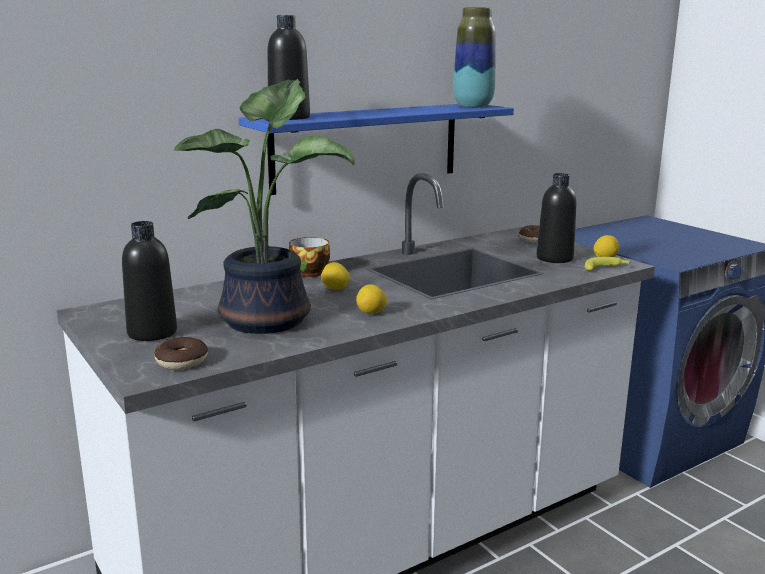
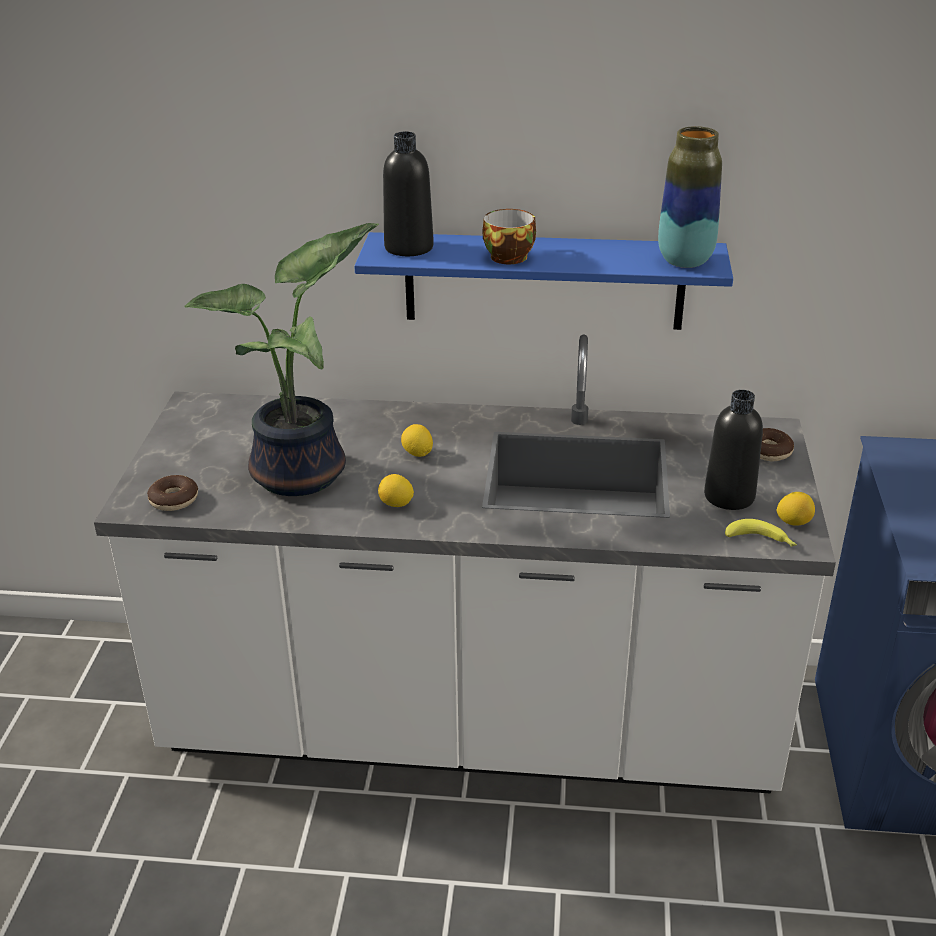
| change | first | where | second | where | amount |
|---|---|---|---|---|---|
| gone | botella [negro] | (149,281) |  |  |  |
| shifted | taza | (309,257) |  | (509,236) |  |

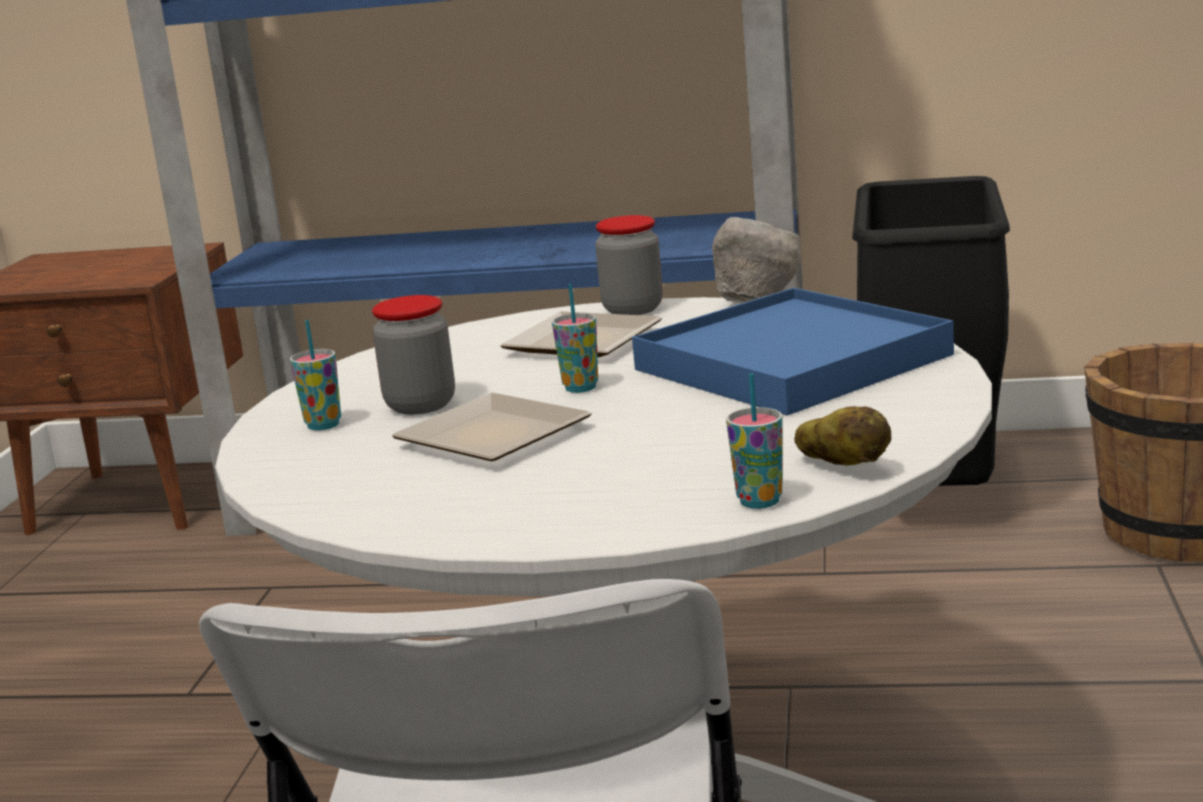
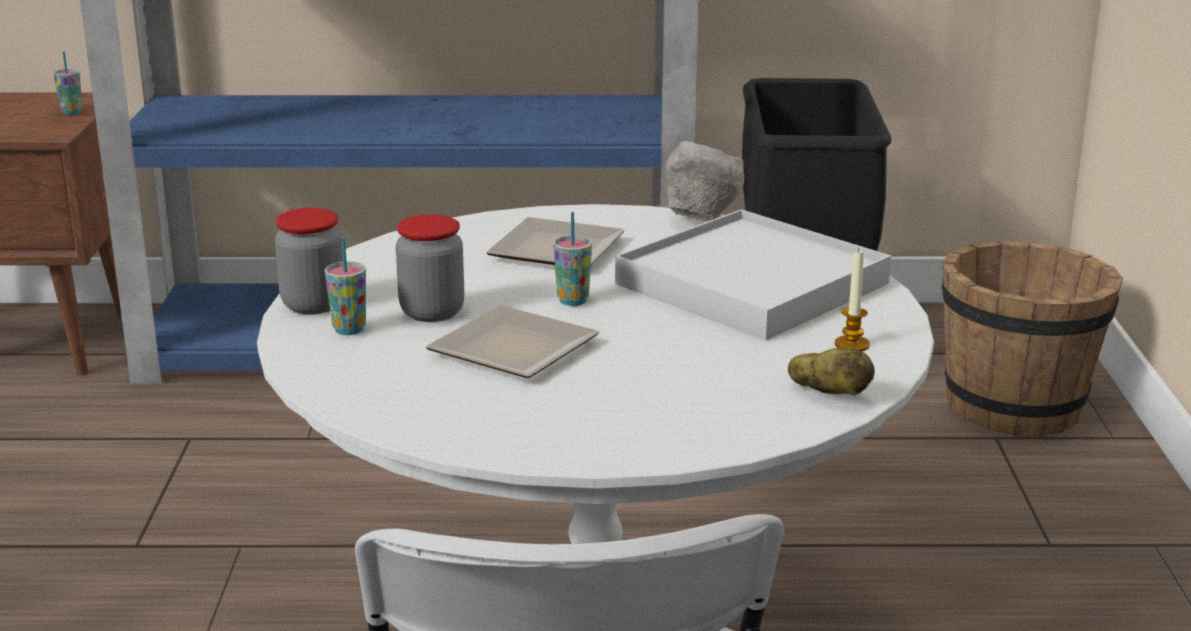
| change | first | where | second | where | amount |
|---|---|---|---|---|---|
| shifted | tarro | (629,265) |  | (309,261) |  |
| repainted | bandeja [azul] | (793,351) | bandeja [blanco] | (753,274) |  |
| shifted | taza | (754,441) |  | (67,83) |  |
| new |  |  | vela | (852,300) |  |

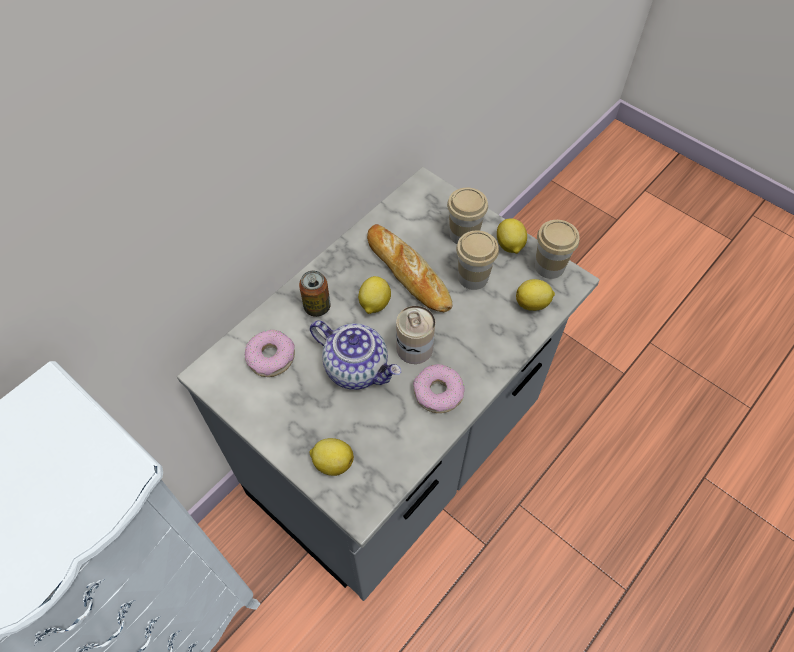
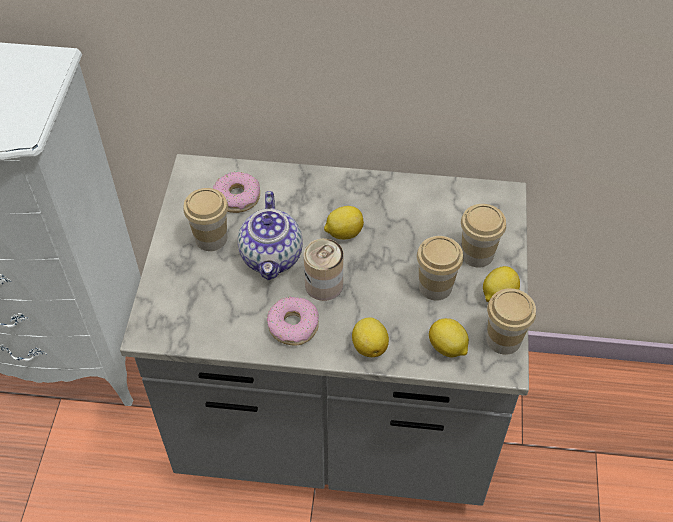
| change | first | where | second | where | amount |
|---|---|---|---|---|---|
| gone | pan | (410,268) |  |  |  |
| gone | lata | (314,293) |  |  |  |
| shifted | limón | (331,457) |  | (370,337) |  |
| new |  |  | taza | (205,219) |  |

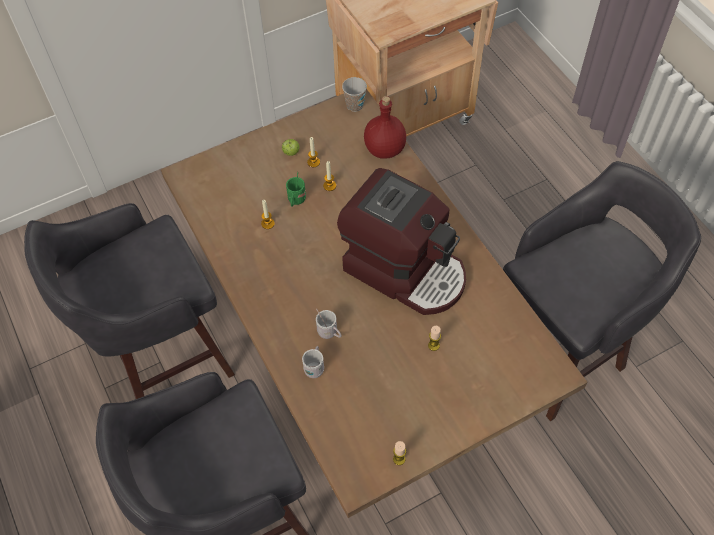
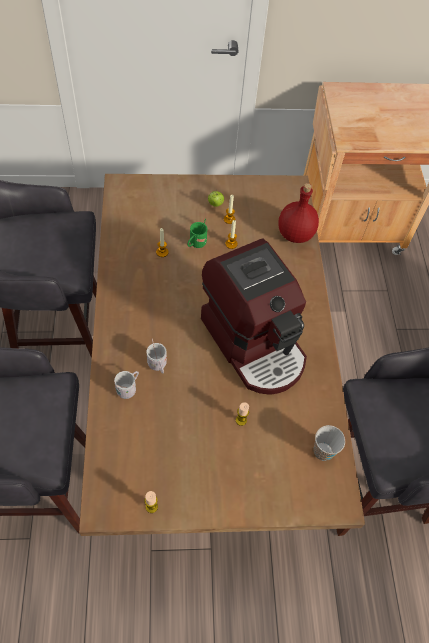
| change | first | where | second | where | amount |
|---|---|---|---|---|---|
| shifted | taza | (354,94) |  | (329,443) |  |

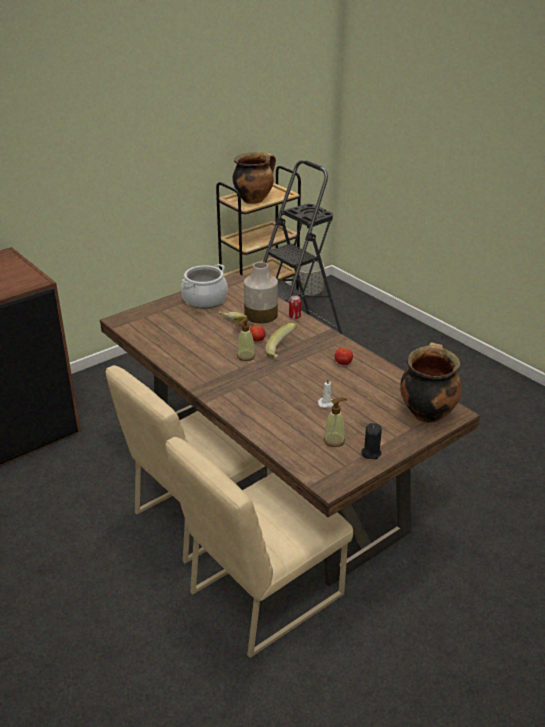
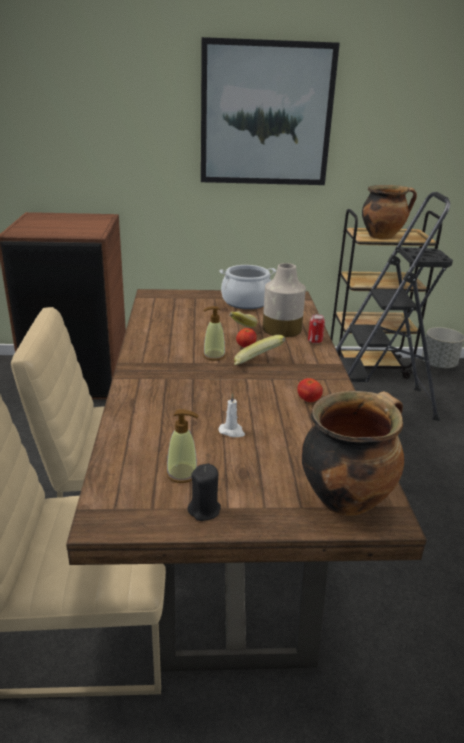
| change | first | where | second | where | amount |
|---|---|---|---|---|---|
| new |  |  | cuadro | (270,111) |  |

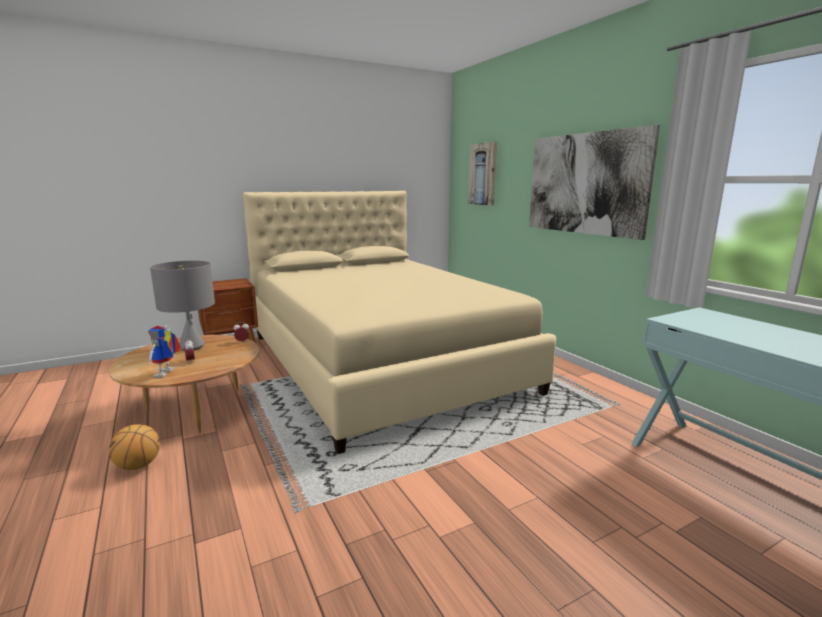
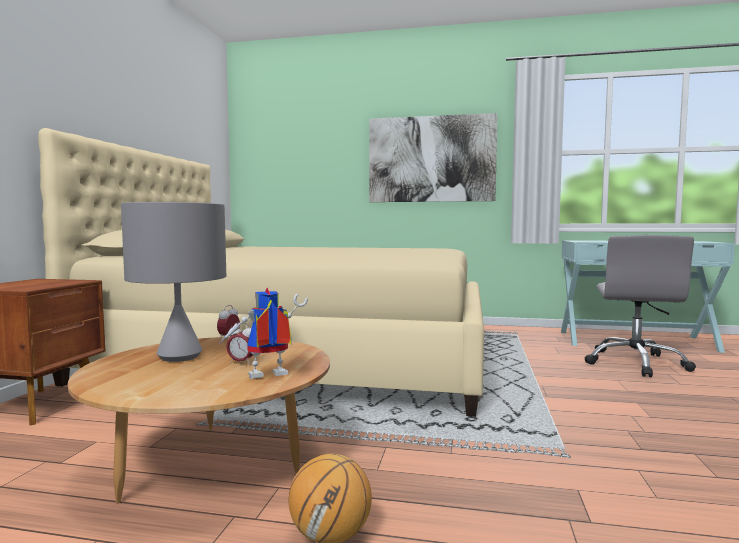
| change | first | where | second | where | amount |
|---|---|---|---|---|---|
| gone | cuadro | (482,174) |  |  |  |
| rotated | robot de juguete | (164,351) |  | (263,333) | 120 degrees clockwise |
| new |  |  | silla de oficina [gris] | (640,306) |  |

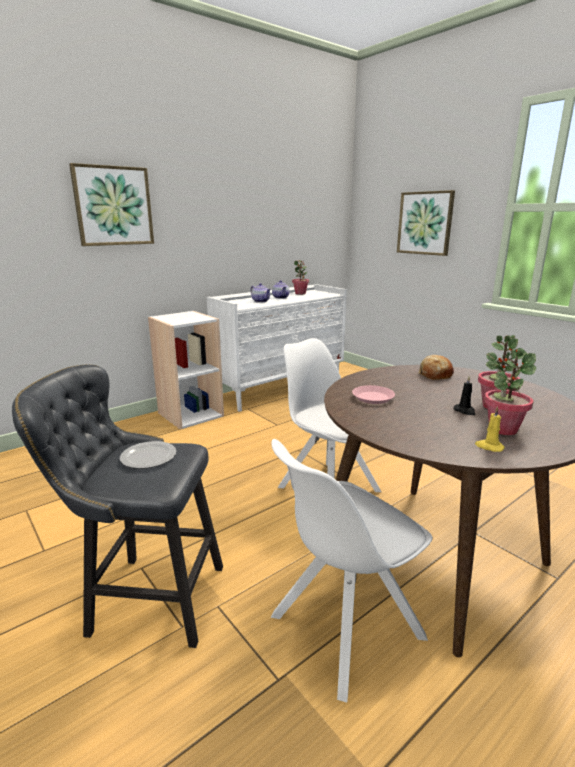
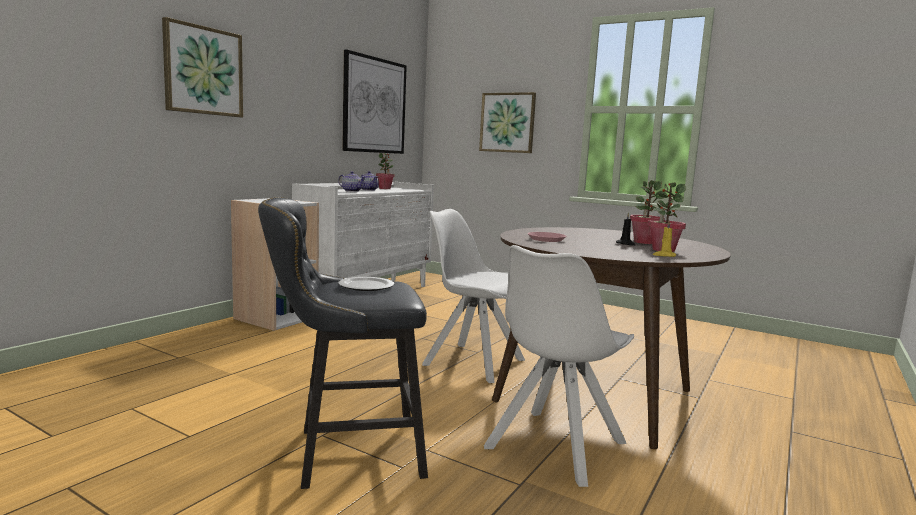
| change | first | where | second | where | amount |
|---|---|---|---|---|---|
| gone | pan | (436,367) |  |  |  |
| new |  |  | cuadro | (374,101) |  |

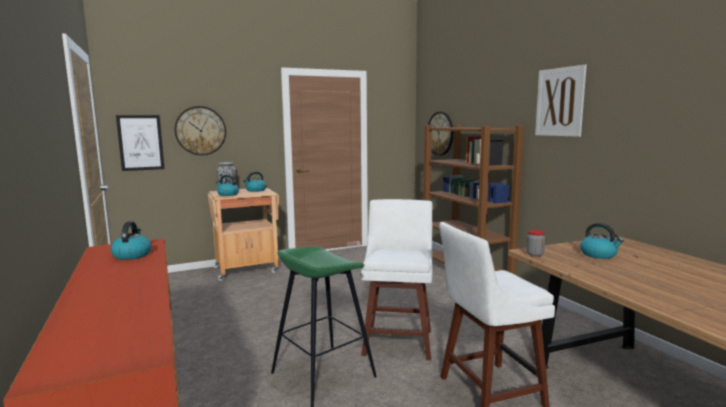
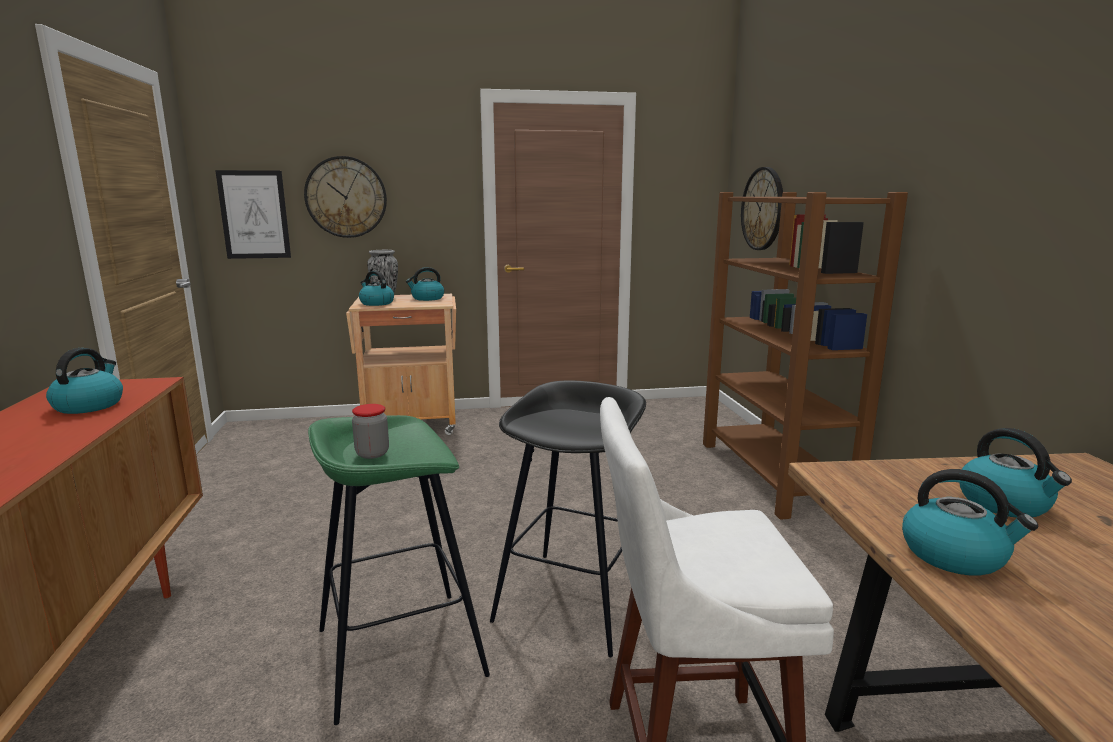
| change | first | where | second | where | amount |
|---|---|---|---|---|---|
| gone | cuadro | (561,101) |  |  |  |
| swapped | silla [blanco] | (397,279) | taburete [negro] | (568,518) |  |
| shifted | tarro | (536,243) |  | (370,431) |  |
| new |  |  | hervidor | (970,522) |  |

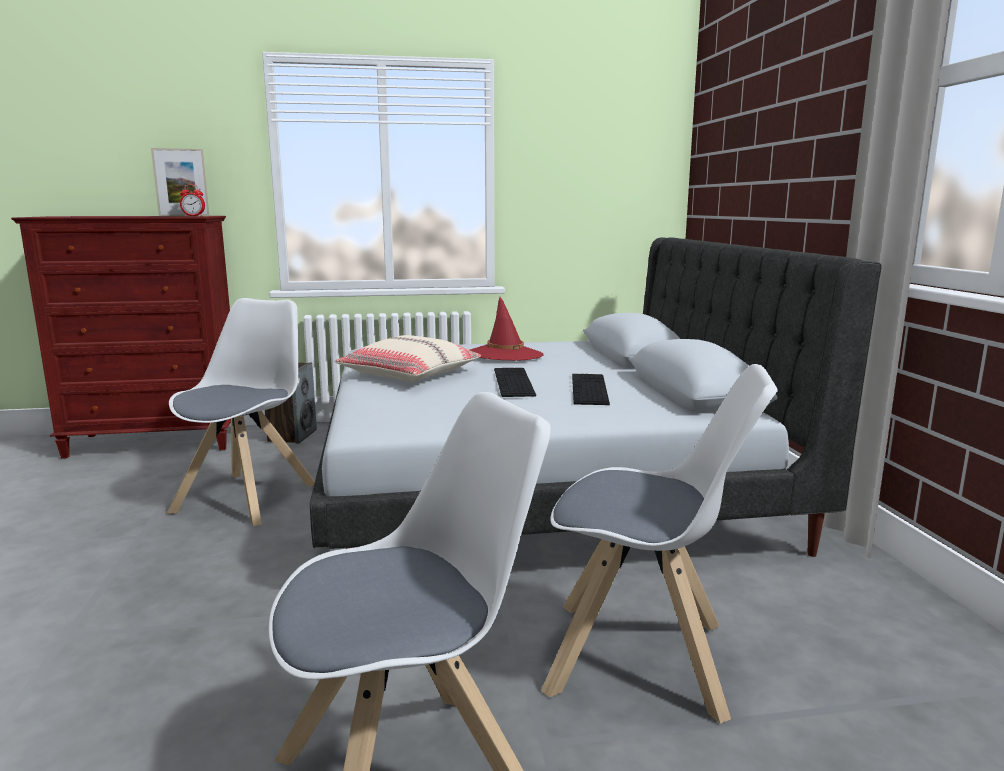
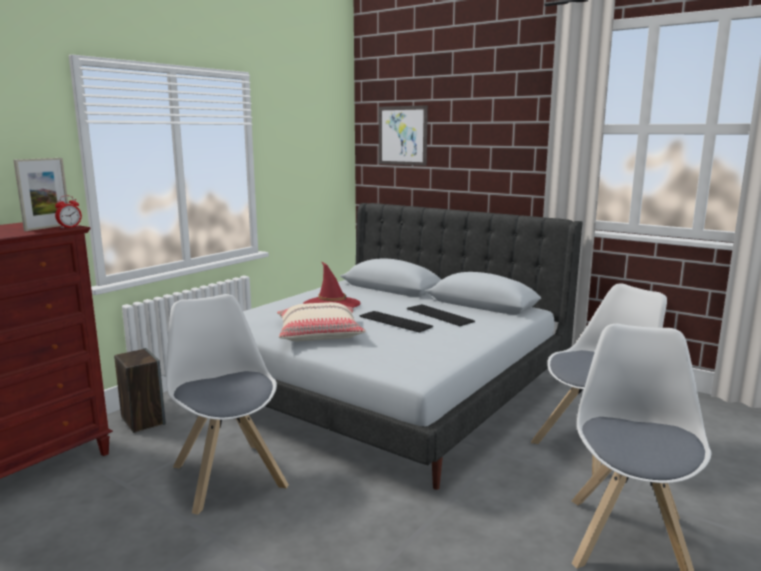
| change | first | where | second | where | amount |
|---|---|---|---|---|---|
| new |  |  | cuadro | (403,135) |  |

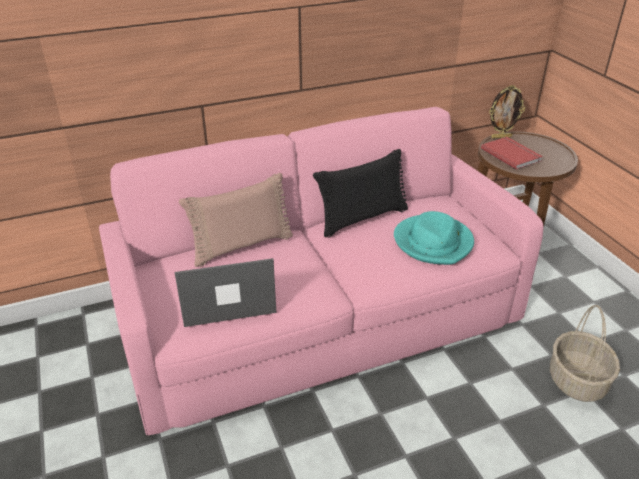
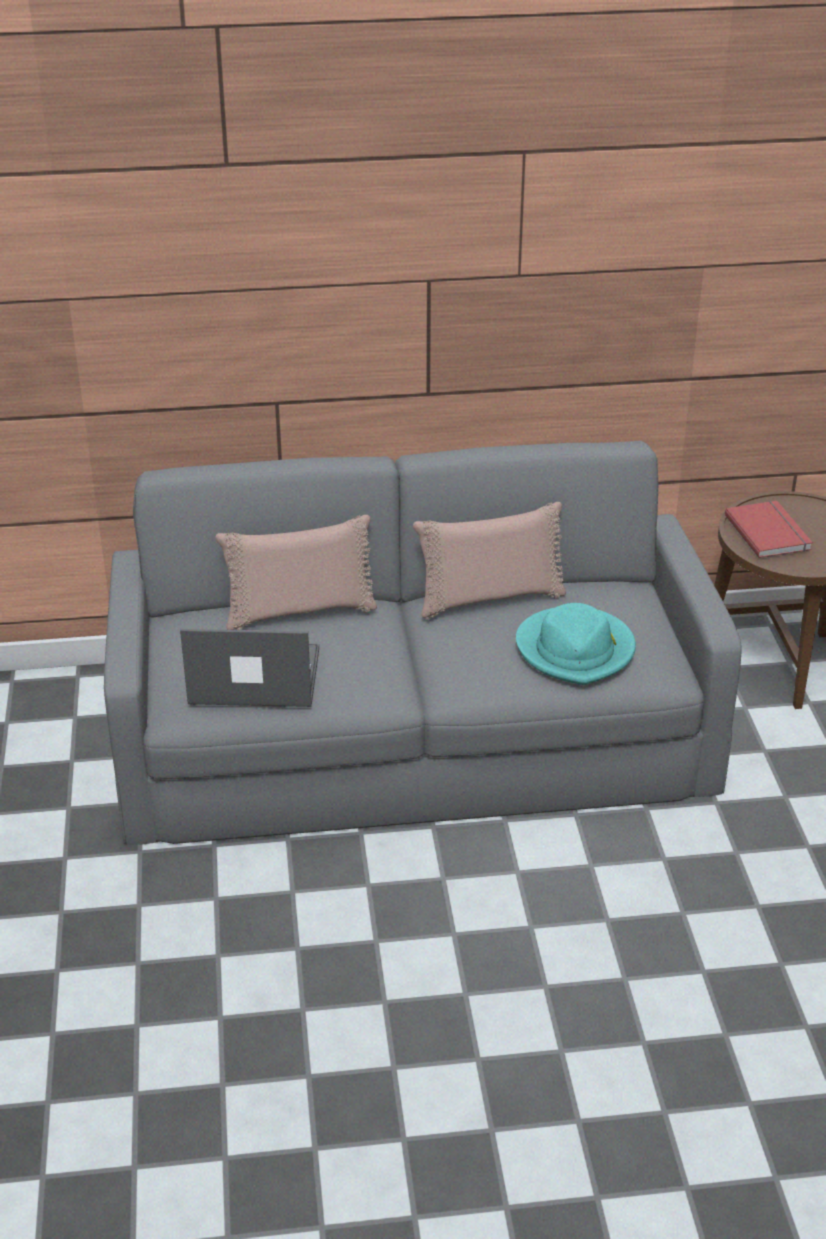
| change | first | where | second | where | amount |
|---|---|---|---|---|---|
| gone | portarretratos | (507,111) |  |  |  |
| repainted | sofá [rosa] | (321,271) | sofá [gris] | (423,643) |  |
| repainted | cojín [negro] | (360,193) | cojín [beis] | (489,560) |  |
| gone | cesta | (585,353) |  |  |  |

